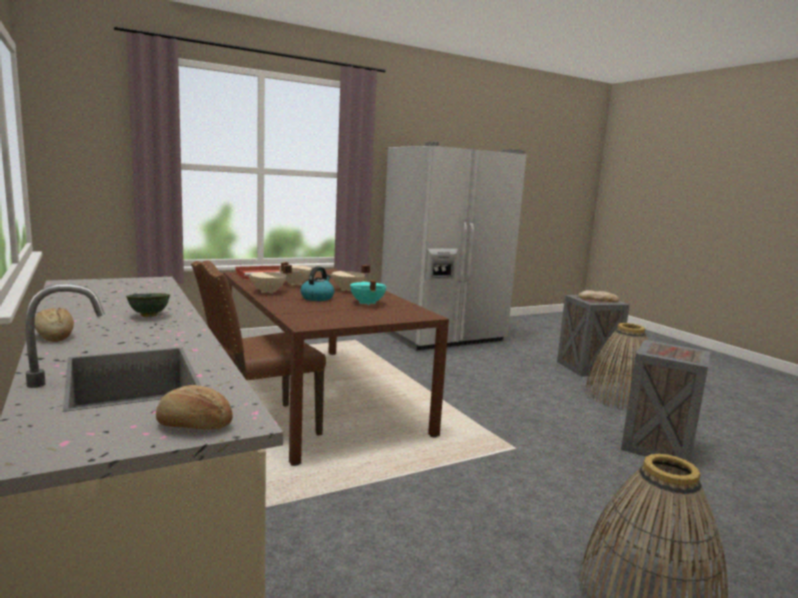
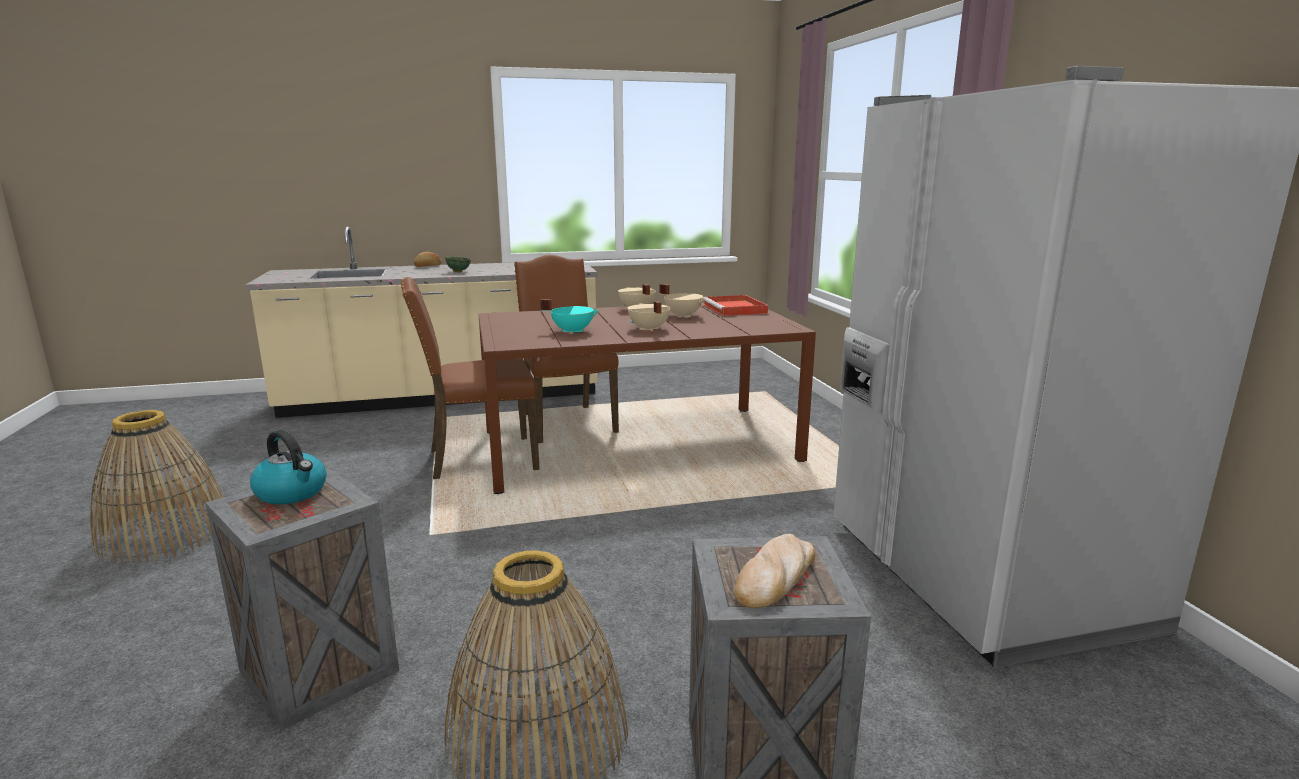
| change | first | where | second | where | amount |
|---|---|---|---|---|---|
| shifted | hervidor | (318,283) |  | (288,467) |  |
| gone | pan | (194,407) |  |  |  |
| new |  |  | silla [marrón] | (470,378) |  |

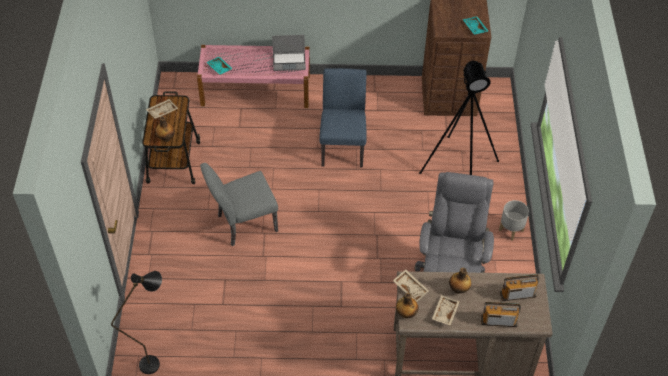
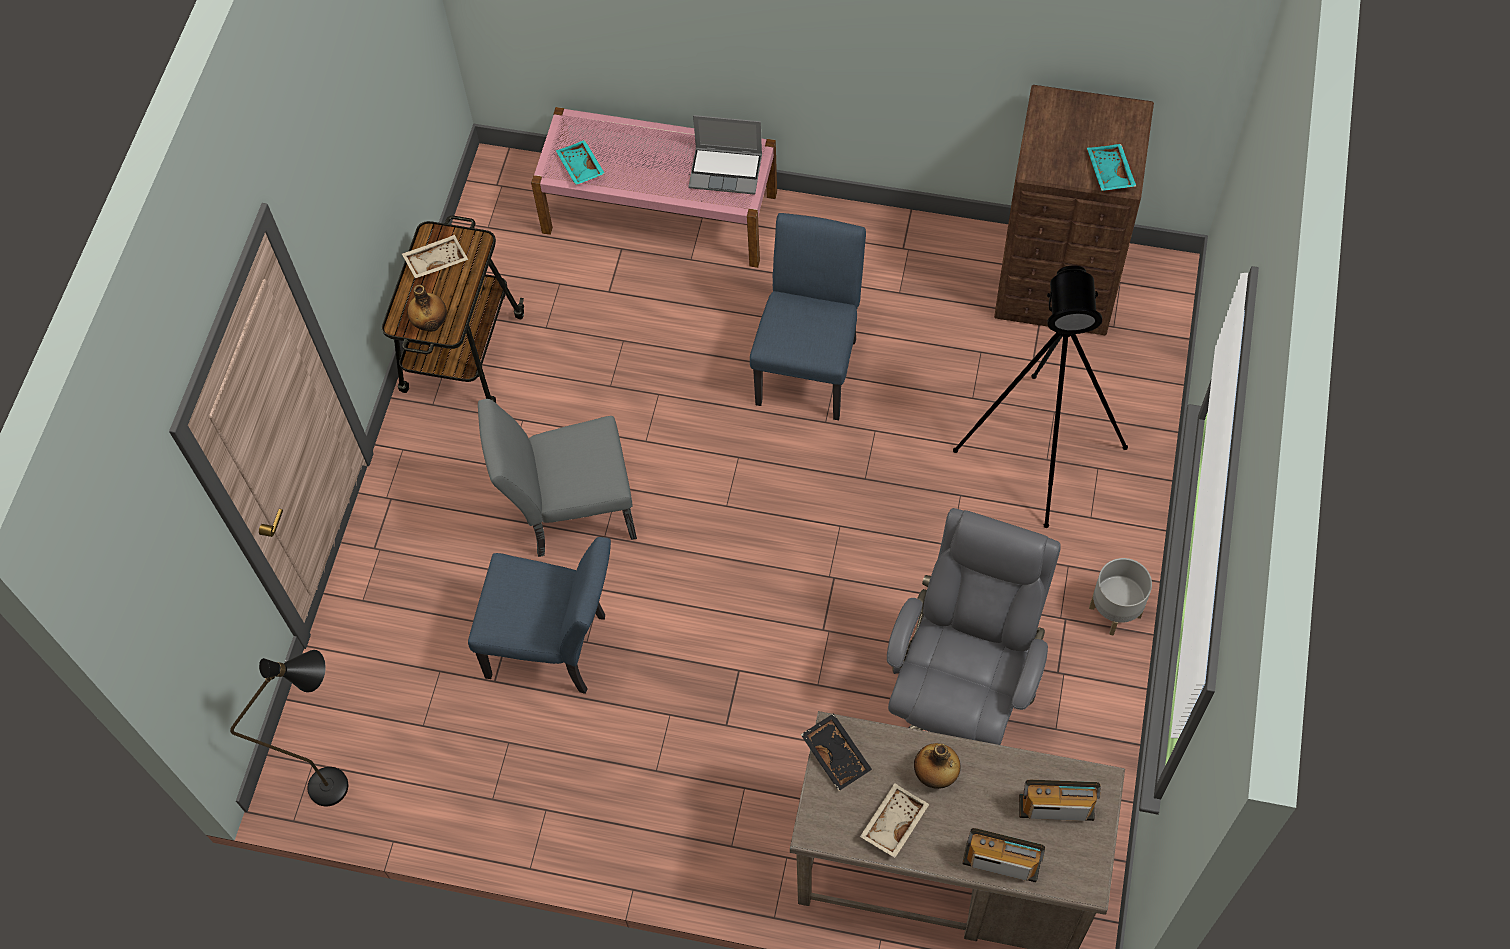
| change | first | where | second | where | amount |
|---|---|---|---|---|---|
| repainted | bandeja [beis] | (411,285) | bandeja [negro] | (836,752) |  |
| gone | botella | (407,305) |  |  |  |
| new |  |  | silla [azul] | (539,615) |  |

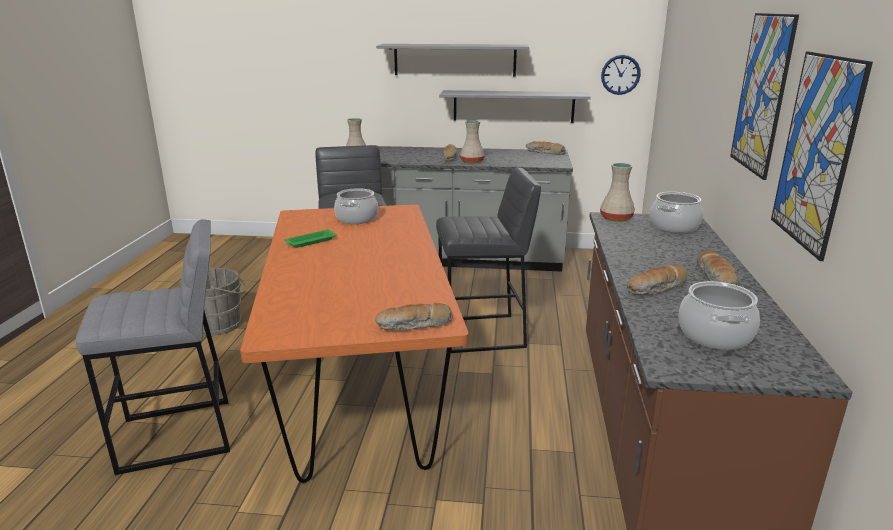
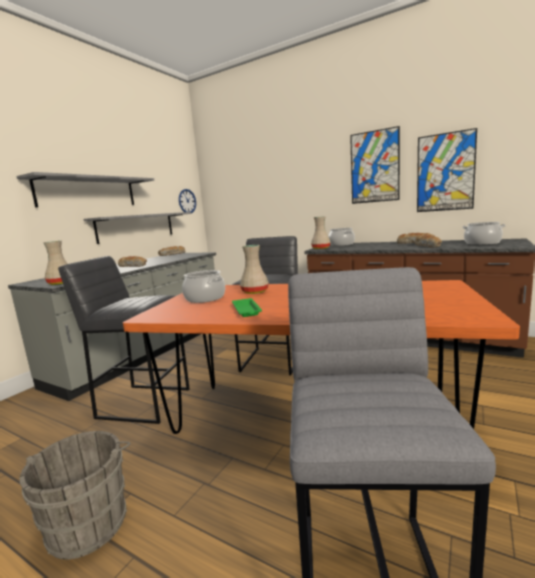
| change | first | where | second | where | amount |
|---|---|---|---|---|---|
| shifted | florero [beis] | (472,141) |  | (254,269) |  |
| gone | pan | (414,316) |  |  |  |

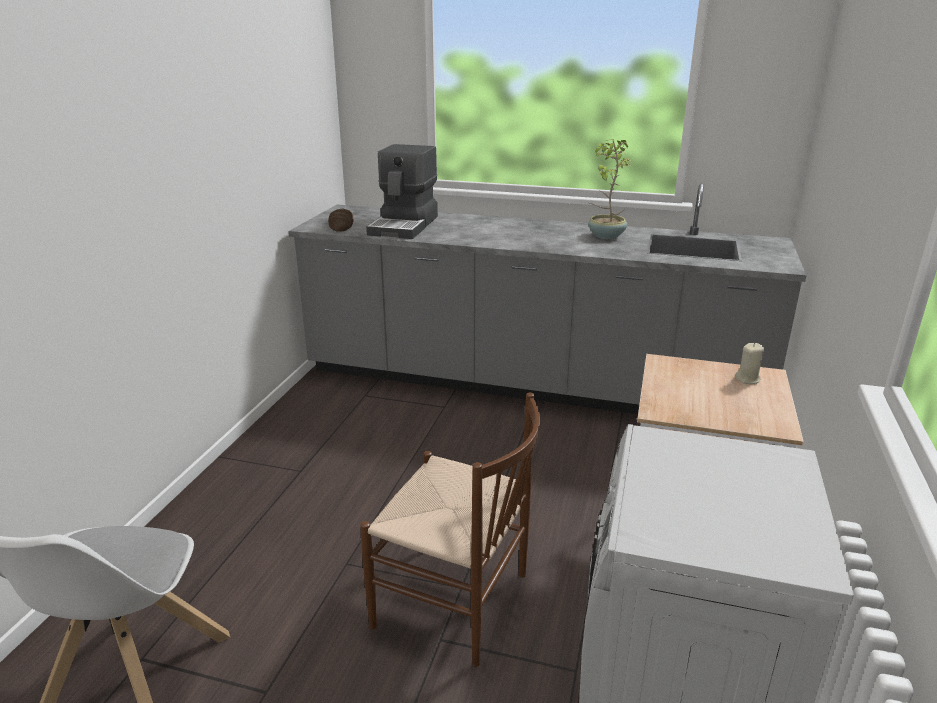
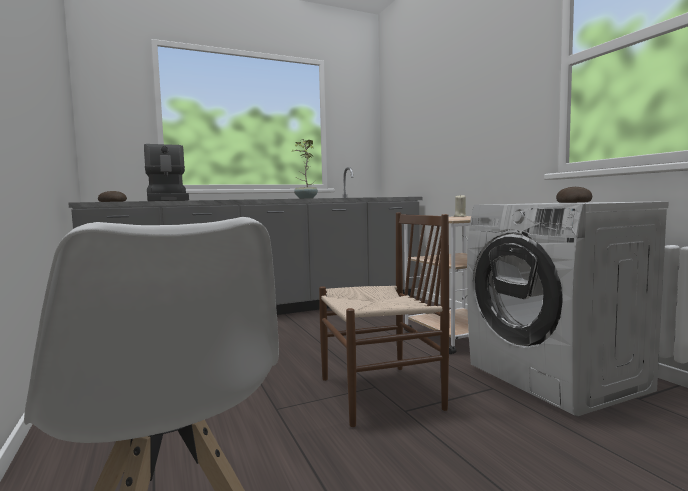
| change | first | where | second | where | amount |
|---|---|---|---|---|---|
| new |  |  | pan | (574,195) |  |

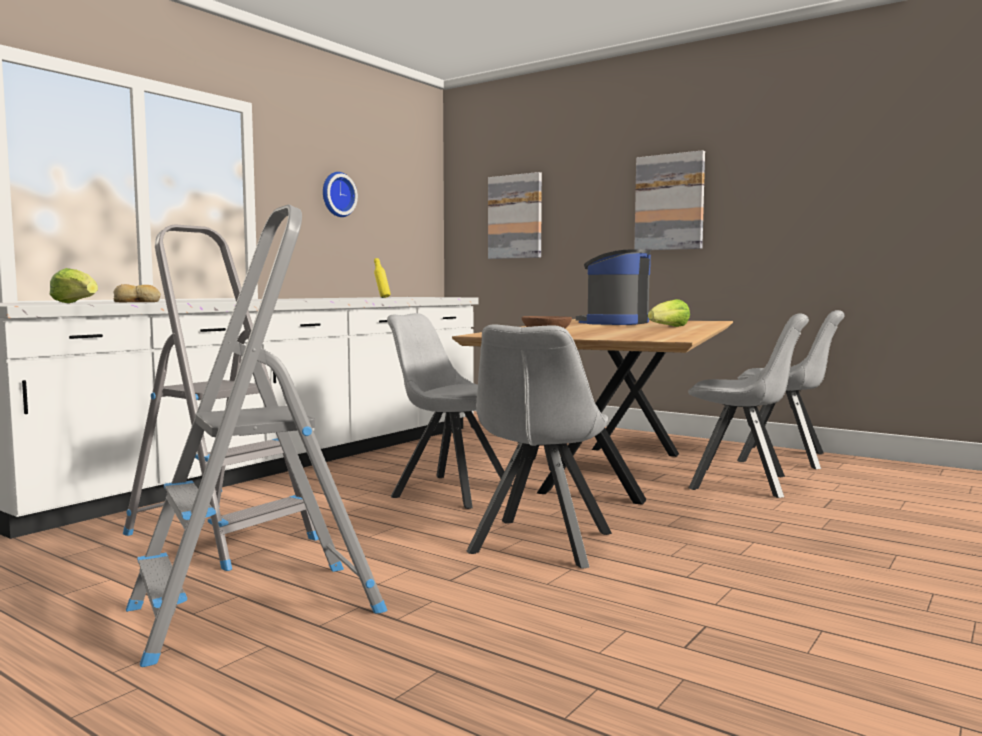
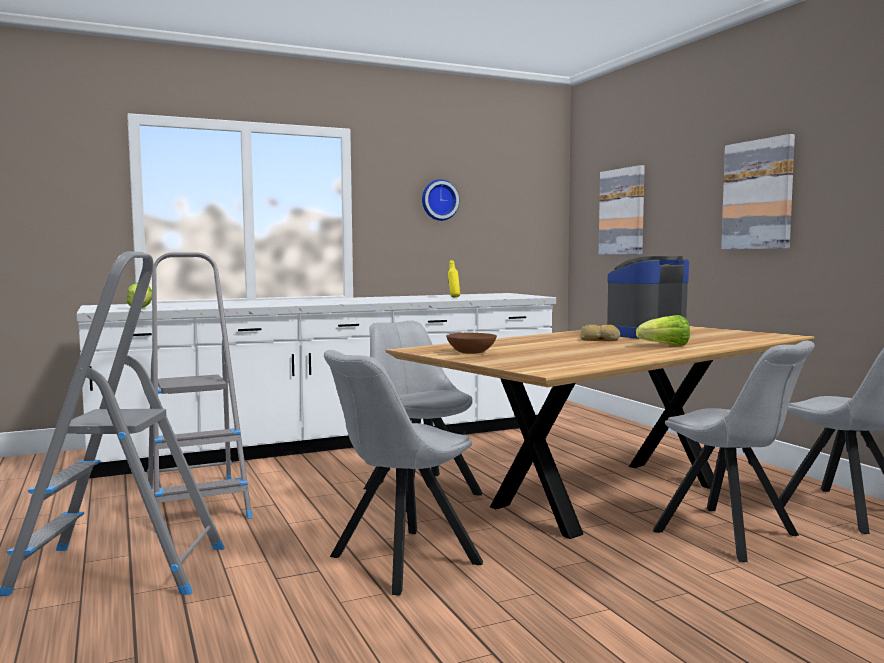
| change | first | where | second | where | amount |
|---|---|---|---|---|---|
| shifted | pan | (137,293) |  | (600,332) |  |

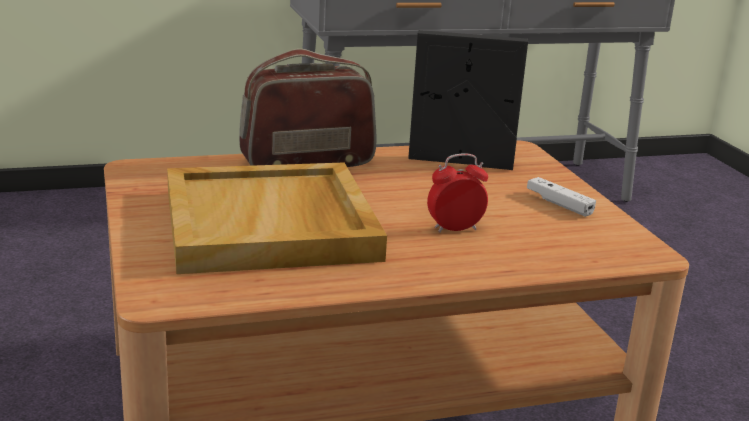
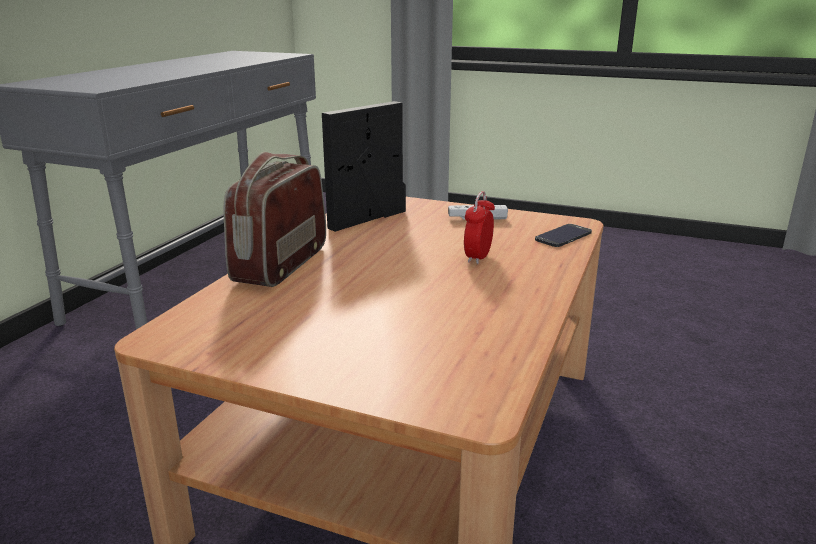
| change | first | where | second | where | amount |
|---|---|---|---|---|---|
| gone | bandeja [beis] | (277,218) |  |  |  |
| new |  |  | móvil | (563,235) |  |

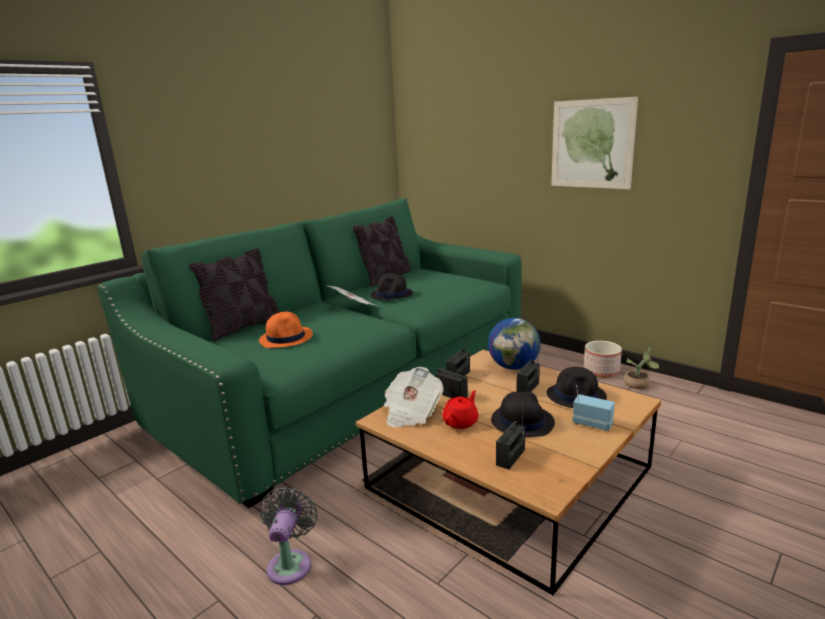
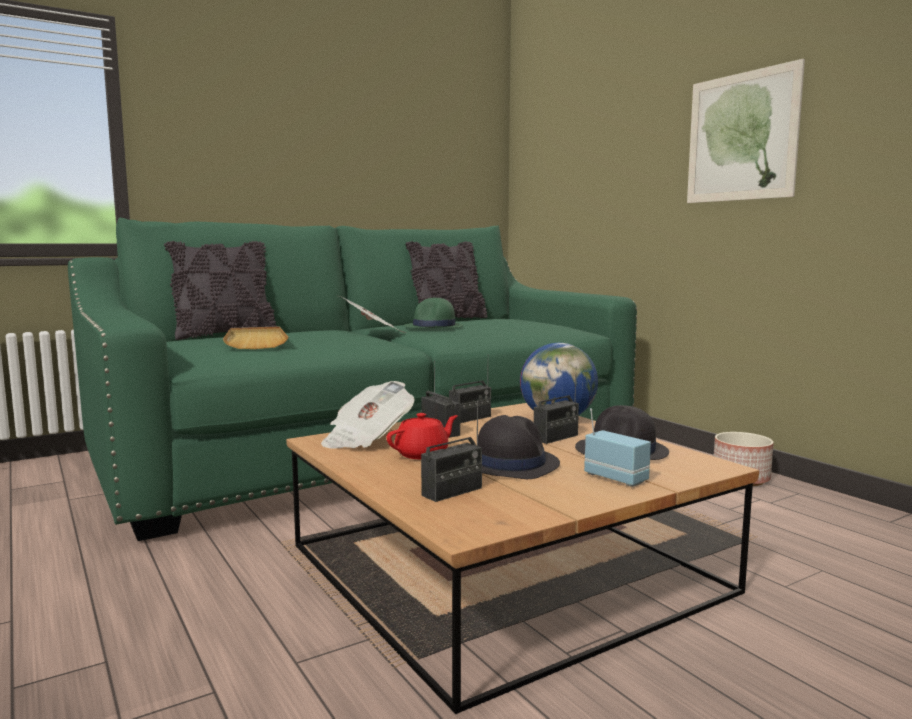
| change | first | where | second | where | amount |
|---|---|---|---|---|---|
| repainted | sombrero [negro] | (391,287) | sombrero [verde] | (434,313) |  |
| swapped | sombrero [naranja] | (286,330) | bandeja [beis] | (255,337) |  |
| gone | planta en maceta | (641,368) |  |  |  |
| gone | ventilador [gris] | (288,535) |  |  |  |

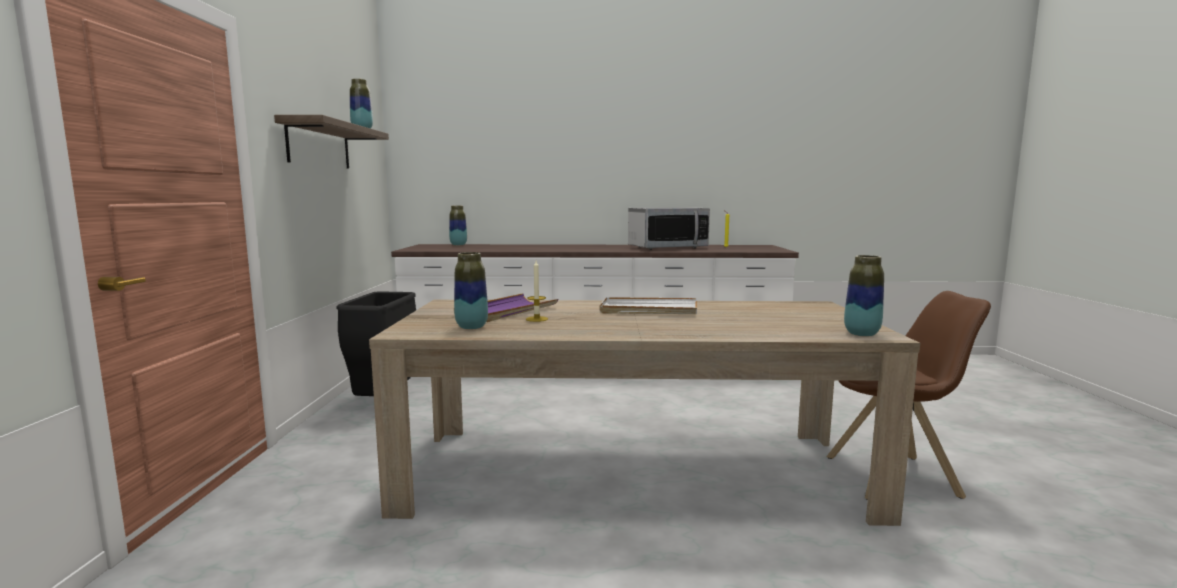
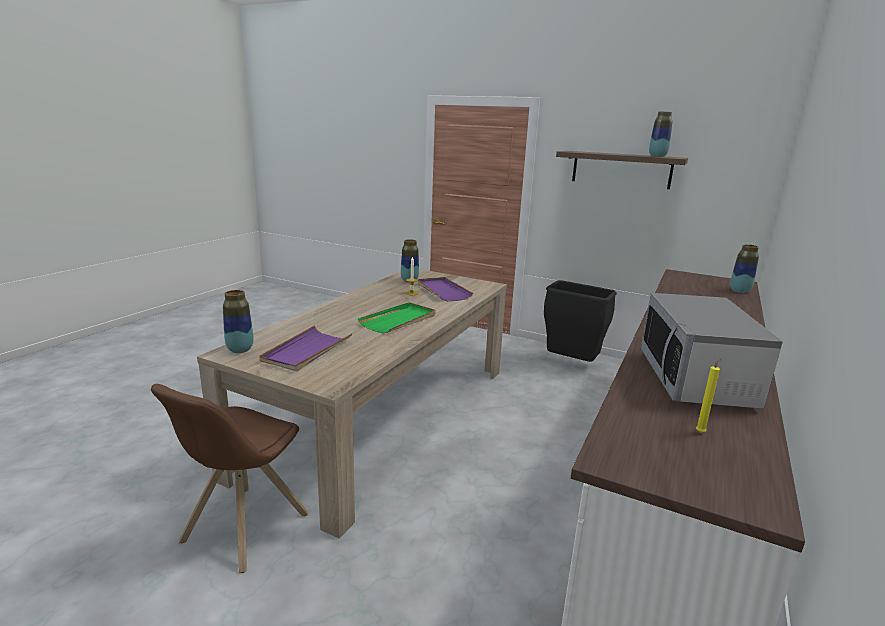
| change | first | where | second | where | amount |
|---|---|---|---|---|---|
| repainted | bandeja [blanco] | (648,305) | bandeja [verde] | (397,317) |  |
| new |  |  | bandeja [morado] | (305,348) |  |

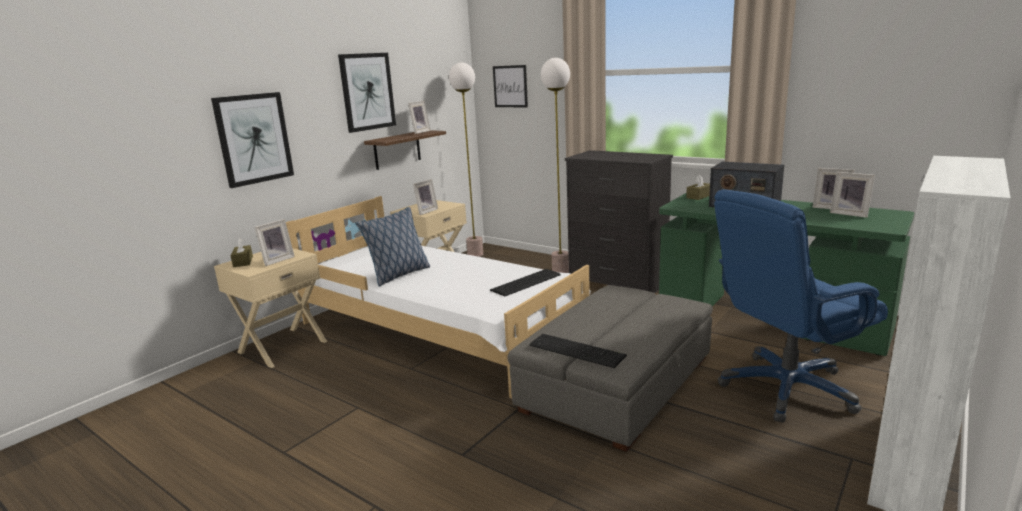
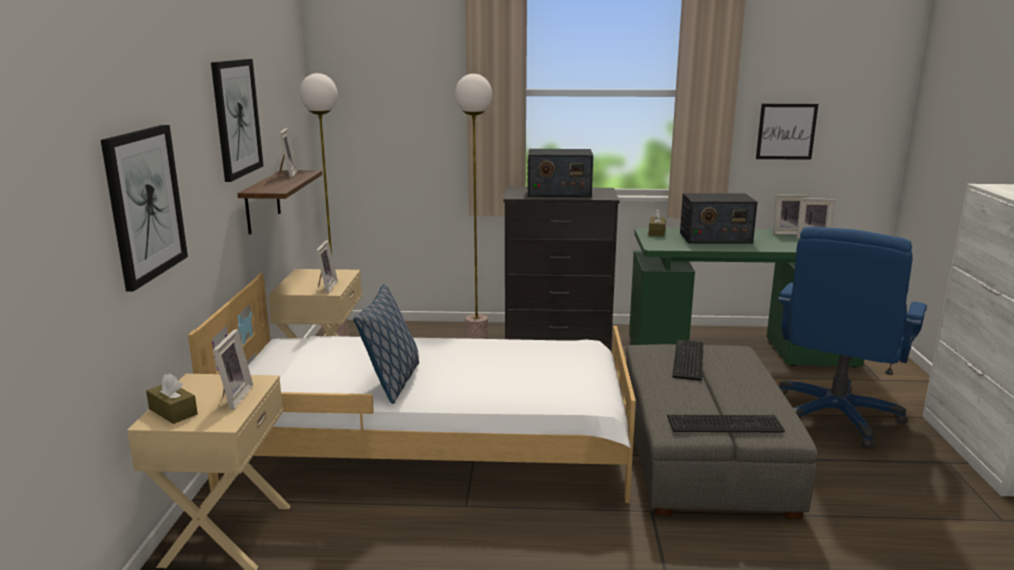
| change | first | where | second | where | amount |
|---|---|---|---|---|---|
| shifted | cuadro | (510,86) |  | (787,132) |  |
| shifted | teclado | (525,282) |  | (687,360) |  |
| new |  |  | radio | (560,173) |  |

